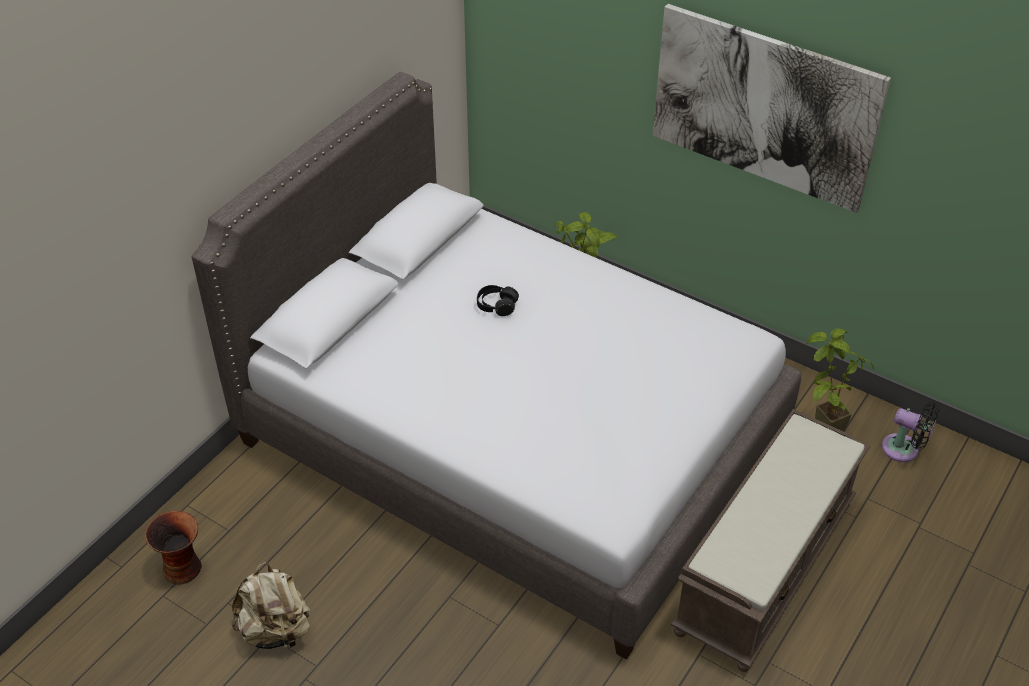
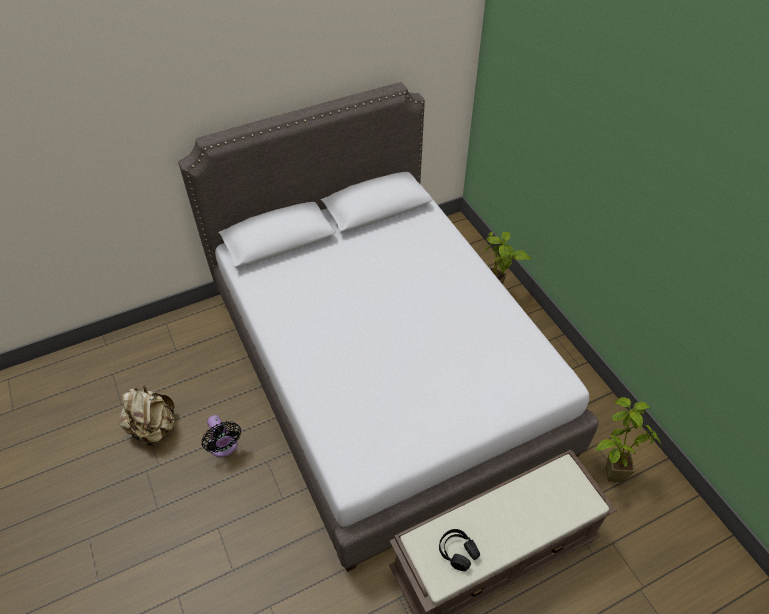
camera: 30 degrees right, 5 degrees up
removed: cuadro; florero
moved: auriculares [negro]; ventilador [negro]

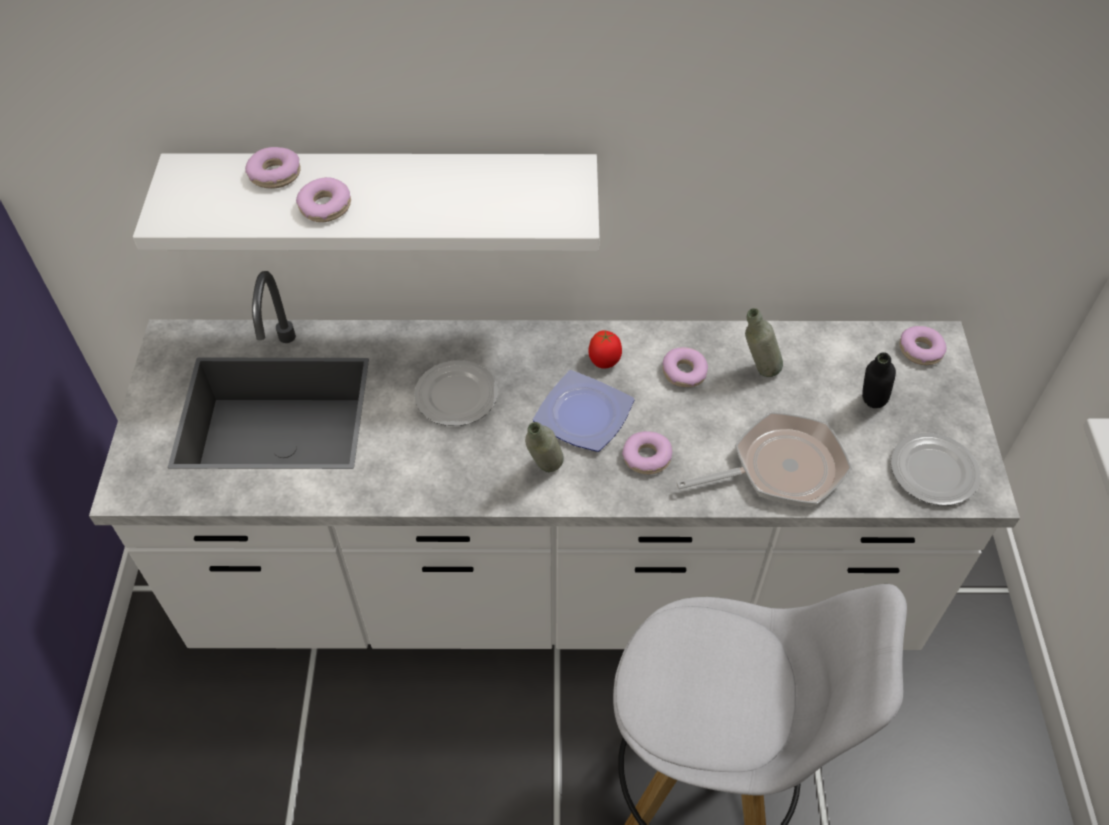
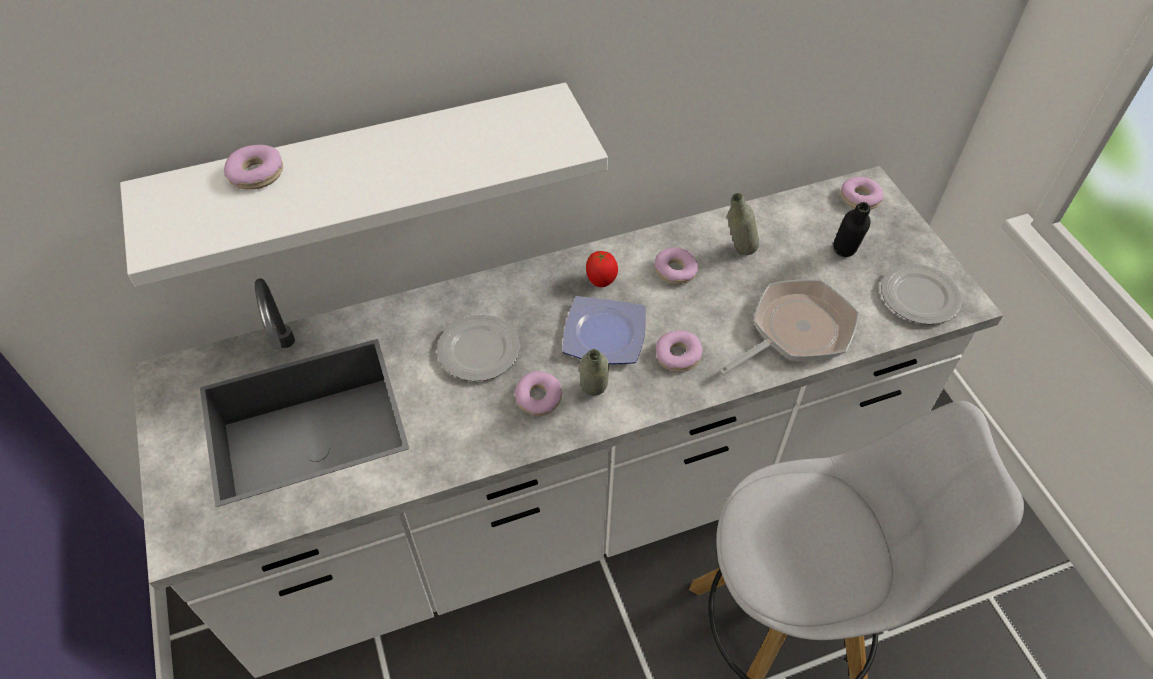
camera: 20 degrees left, 0 degrees up
moved: rosquilla (2nd from left)

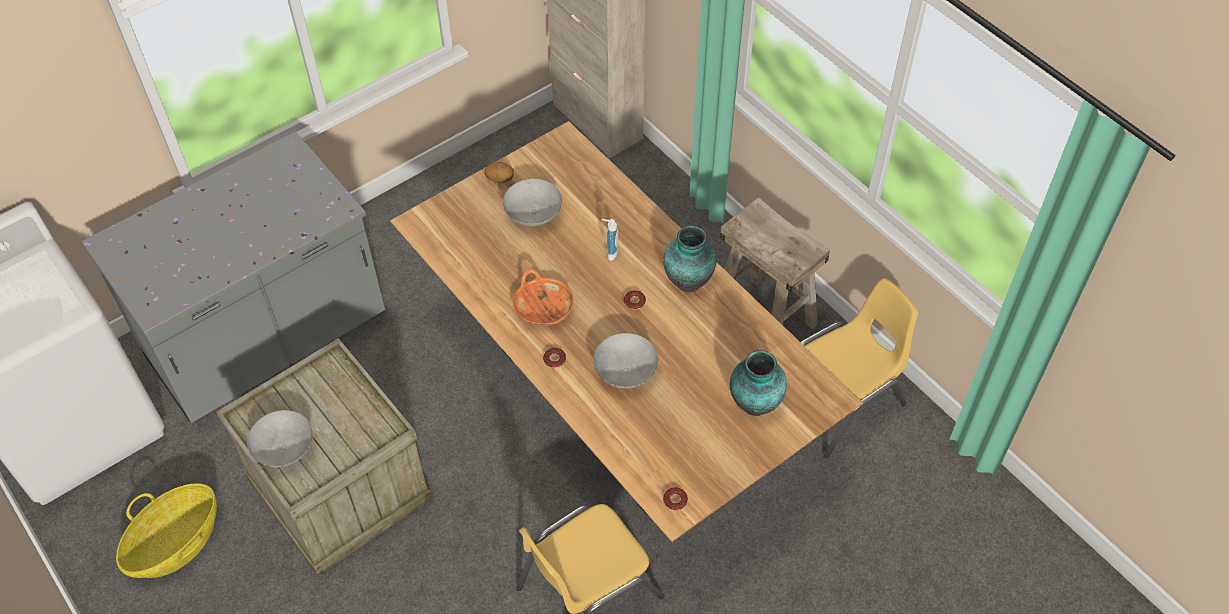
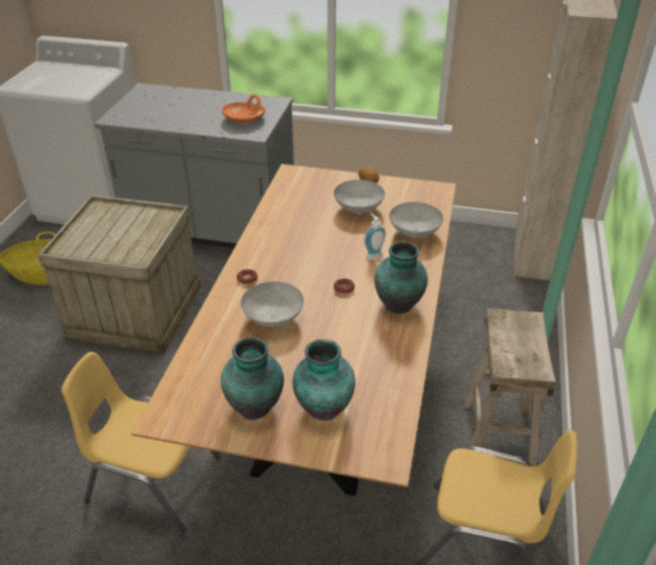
camera: 50 degrees right, 15 degrees down
removed: rosquilla (3rd from left)
added: florero (1st from left)
moved: cuenco [naranja]; cuenco [gris] (1st from left in the first image) to cuenco [gris] (3rd from left)

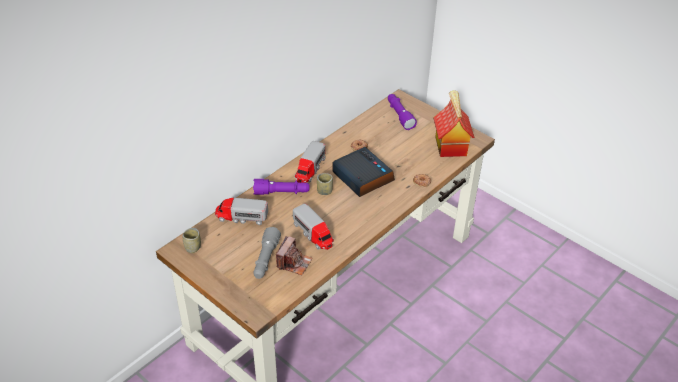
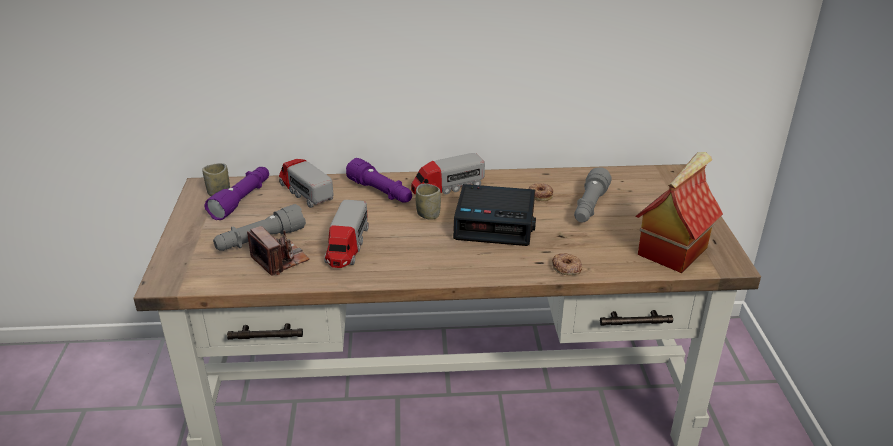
camera: 45 degrees right, 10 degrees down
added: linterna [gris] (2nd from left)
moved: linterna [morado] (2nd from left in the first image) to linterna [morado] (1st from left)
turned: despertador 90 degrees clockwise; cámara 105 degrees counterclockwise

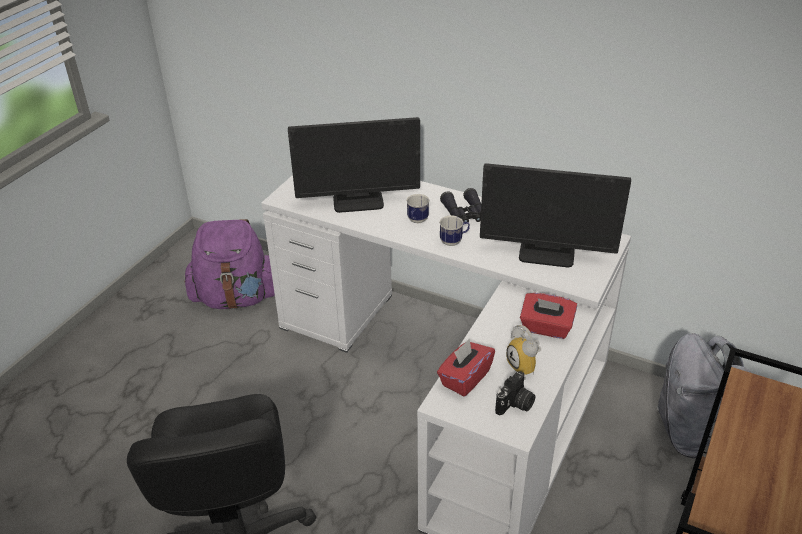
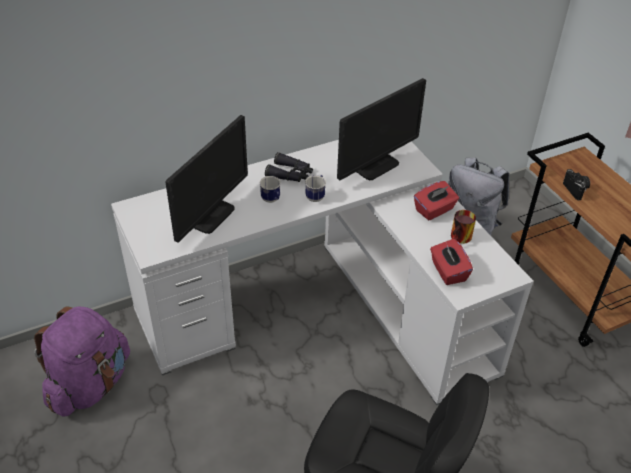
camera: 55 degrees left, 5 degrees up
moved: cámara
replaced: despertador to taza grande (3rd from left)

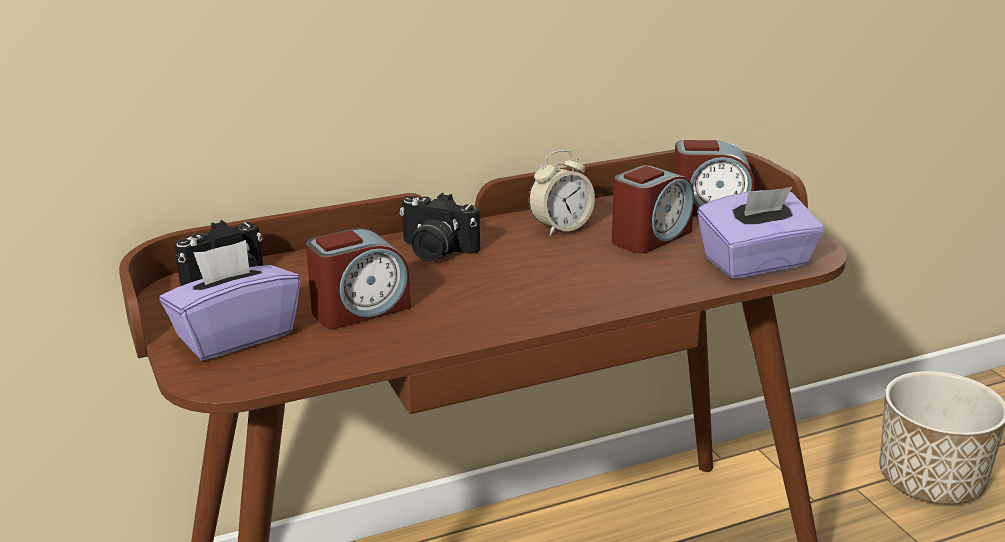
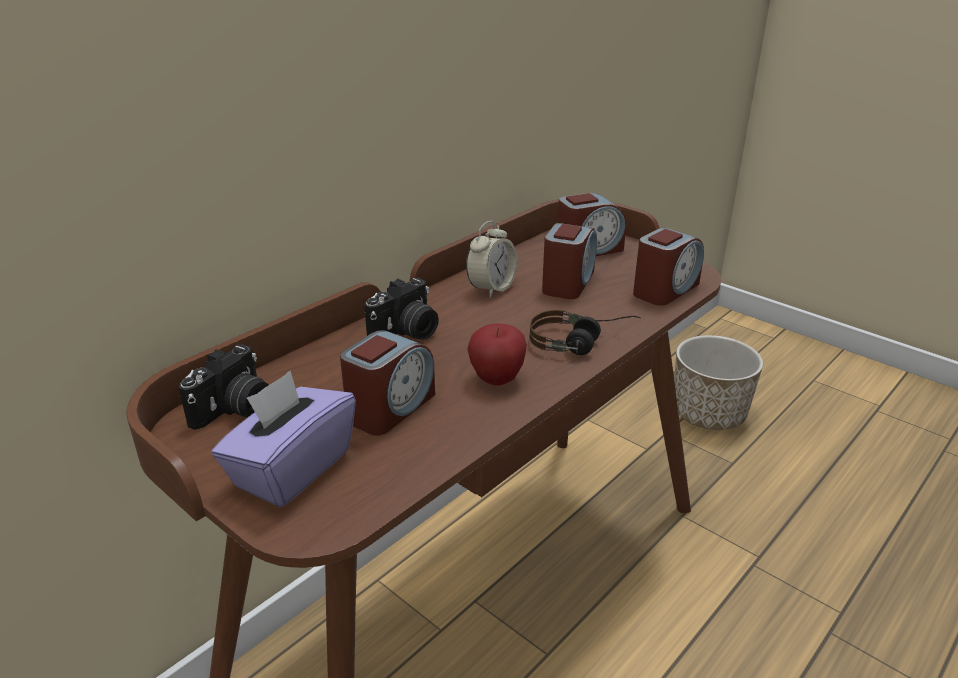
camera: 25 degrees left, 5 degrees up
added: auriculares; manzana
replaced: caja de pañuelos [morado] (2nd from left) to despertador (5th from left)
turned: cámara (2nd from left) 45 degrees counterclockwise

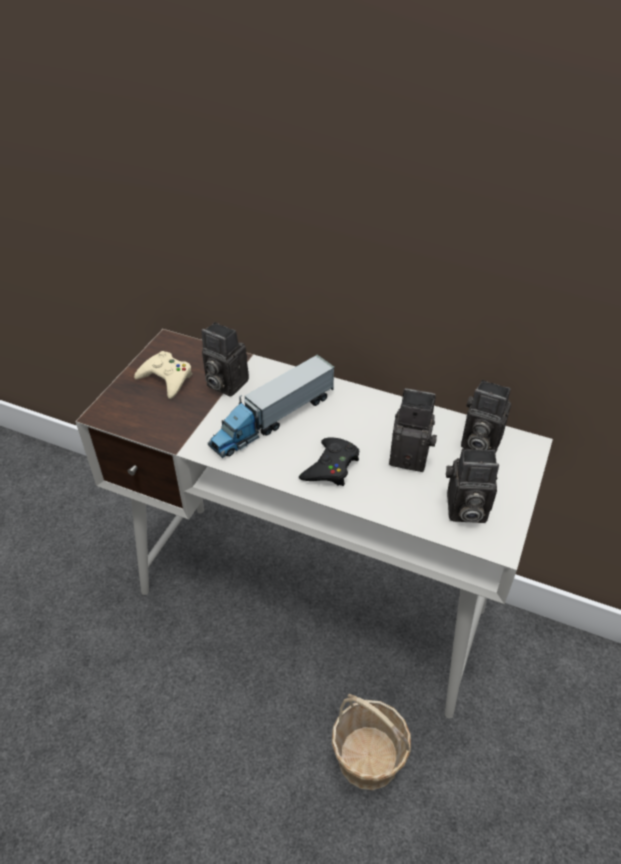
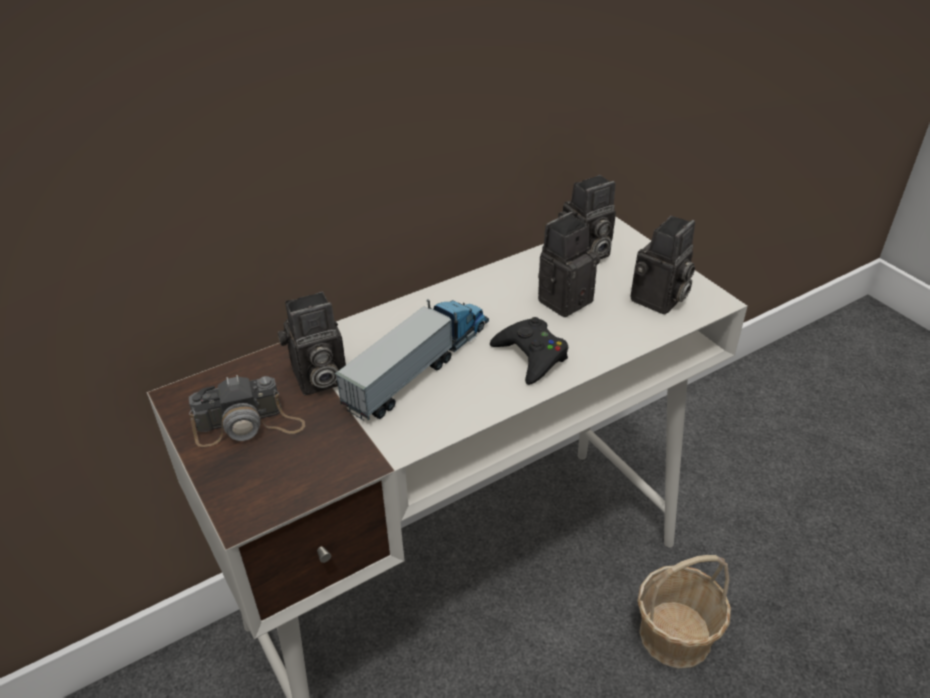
camera: 55 degrees left, 5 degrees down
replaced: mando de consola [beis] to cámara (1st from left)
turned: camión de juguete 135 degrees counterclockwise

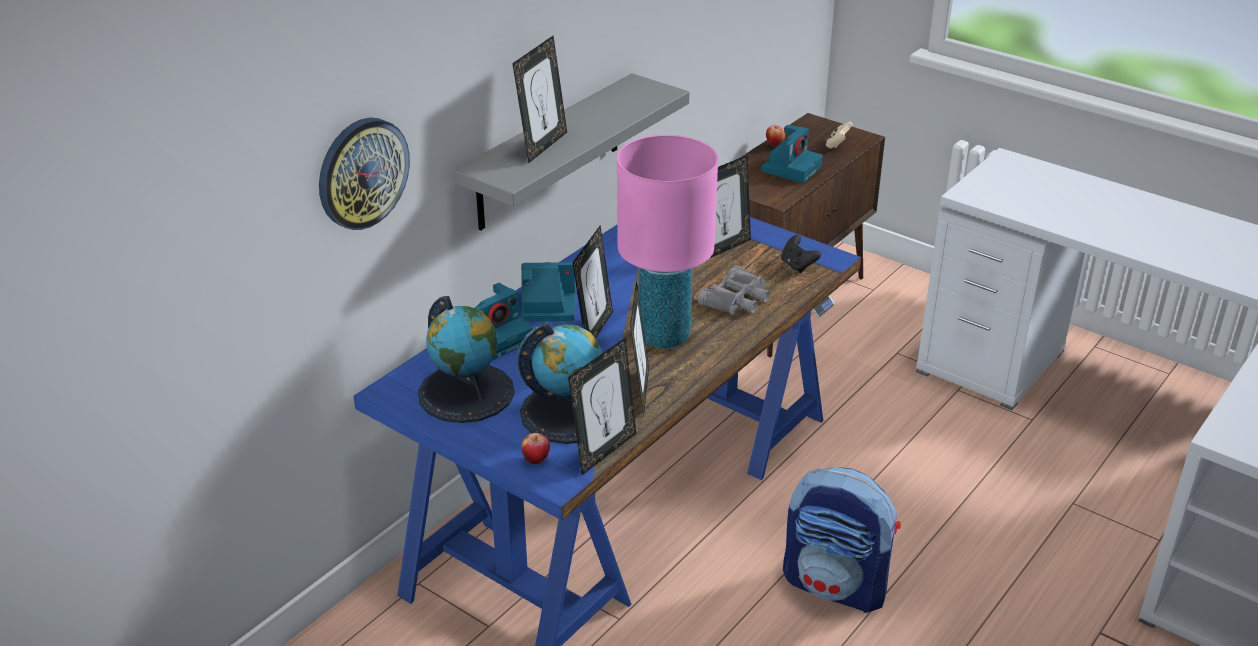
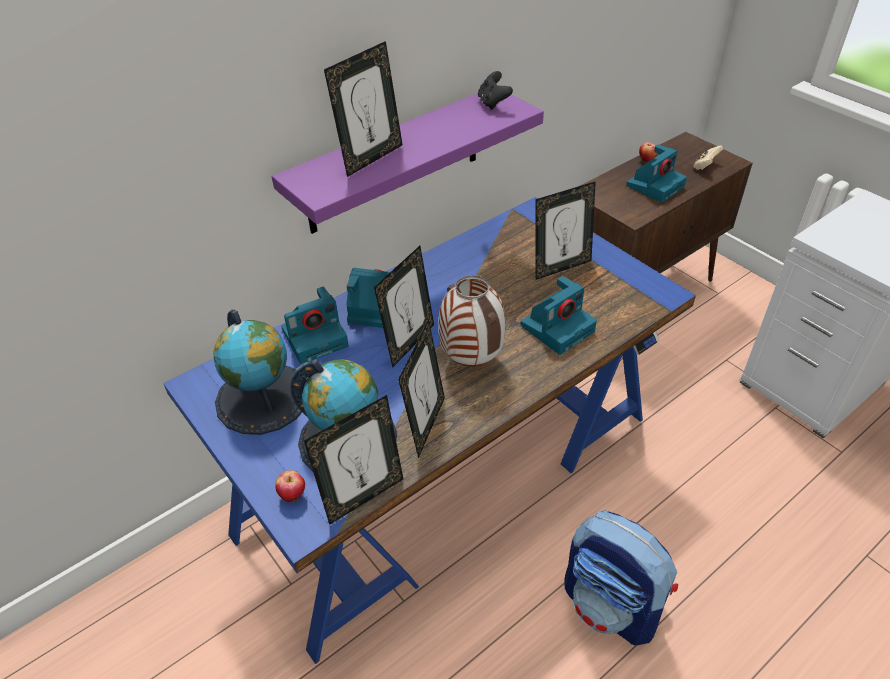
camera: 15 degrees right, 10 degrees up
removed: reloj de pared
moved: mando de consola [negro]
replaced: lámpara de mesa [rosa] to florero; prismáticos [gris] to cámara (3rd from left)
recoloured: estante [gris] to estante [morado]

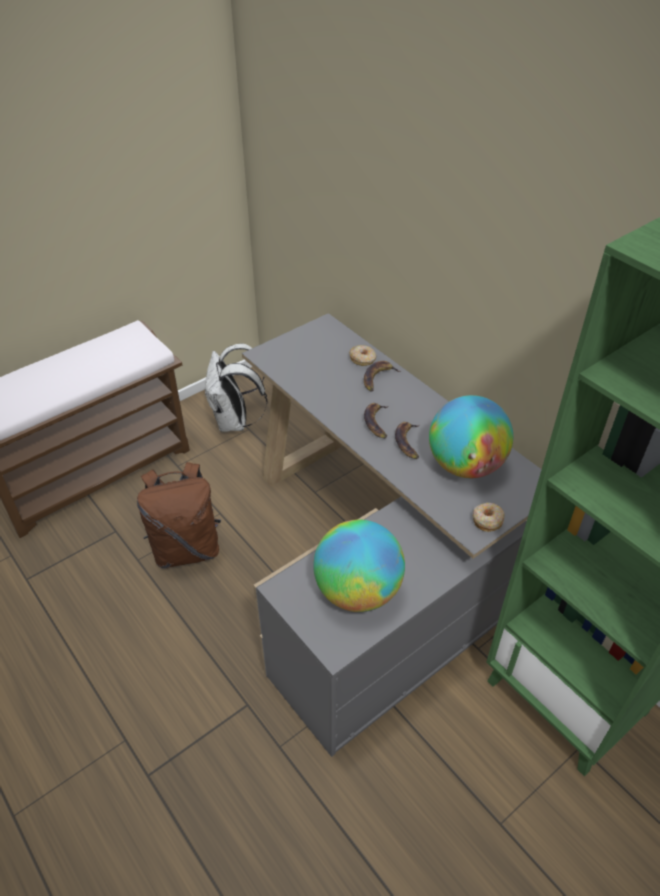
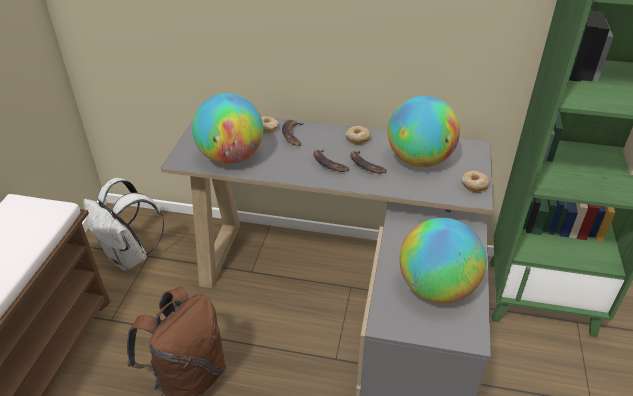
camera: 40 degrees left, 5 degrees down
added: globo terráqueo (1st from left); rosquilla (2nd from left)

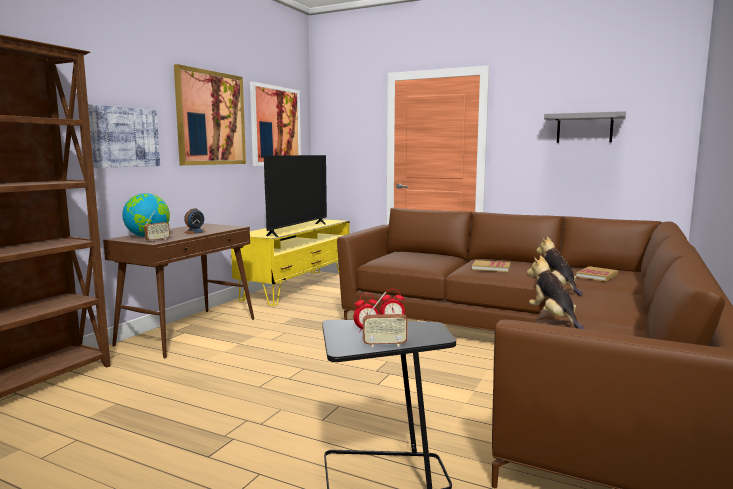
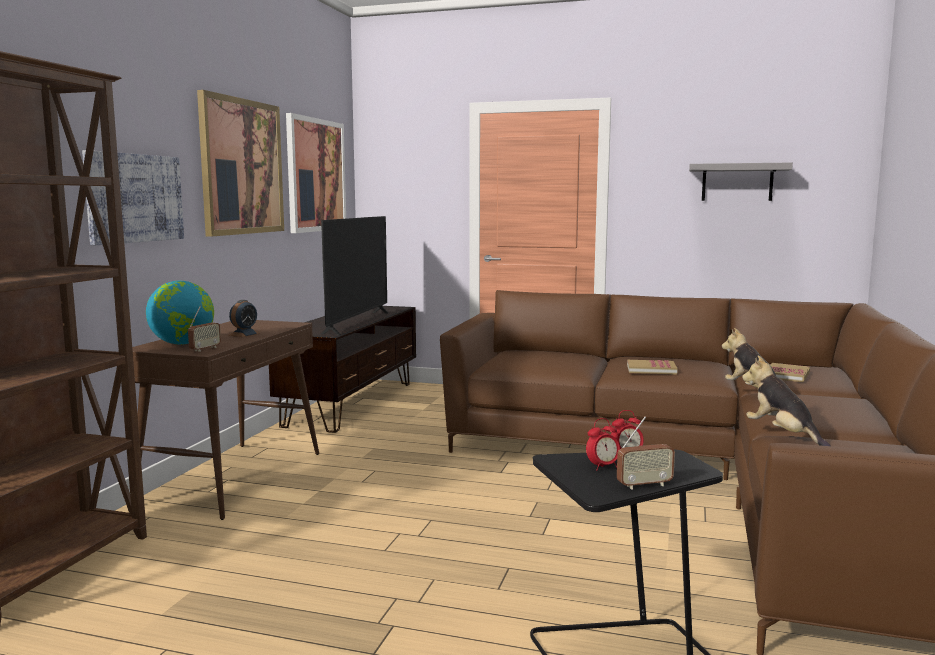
camera: 10 degrees left, 0 degrees up
recoloured: mueble de televisión [amarillo] to mueble de televisión [marrón]

